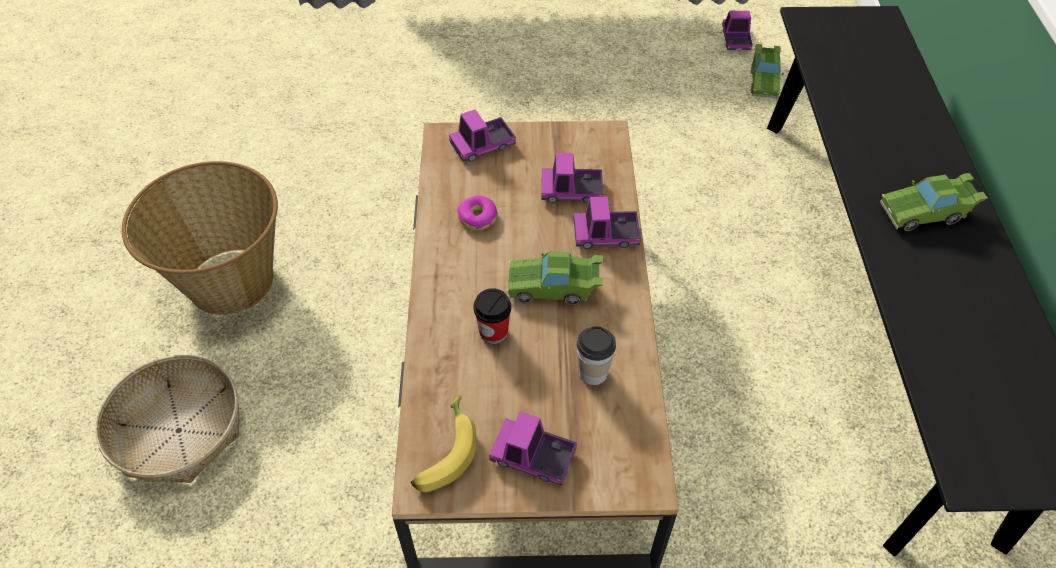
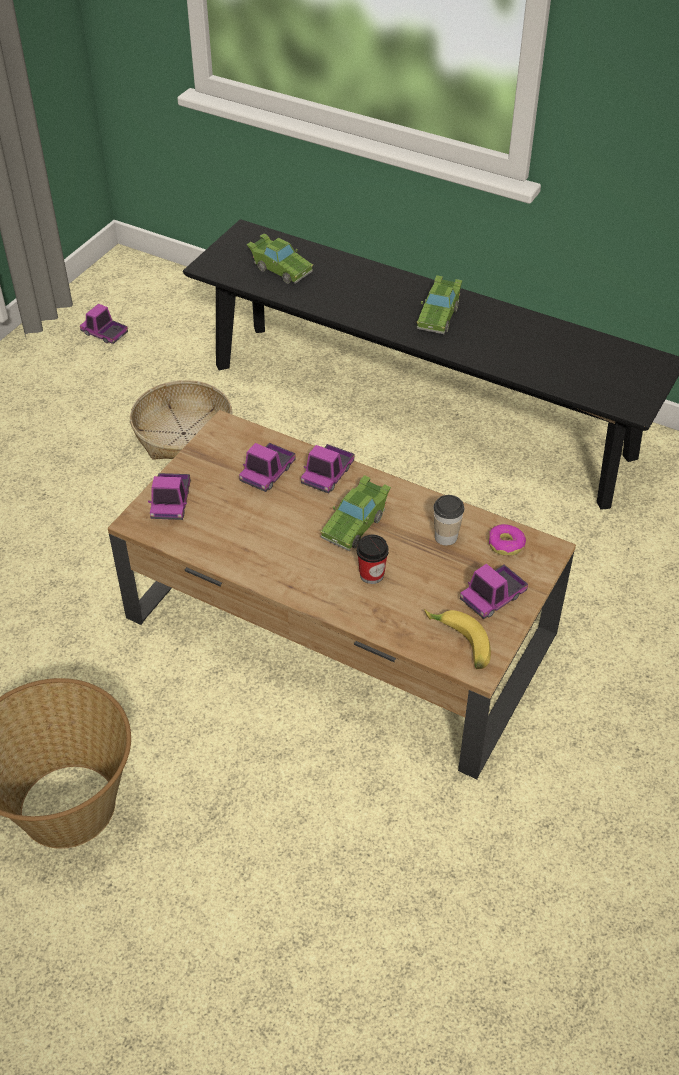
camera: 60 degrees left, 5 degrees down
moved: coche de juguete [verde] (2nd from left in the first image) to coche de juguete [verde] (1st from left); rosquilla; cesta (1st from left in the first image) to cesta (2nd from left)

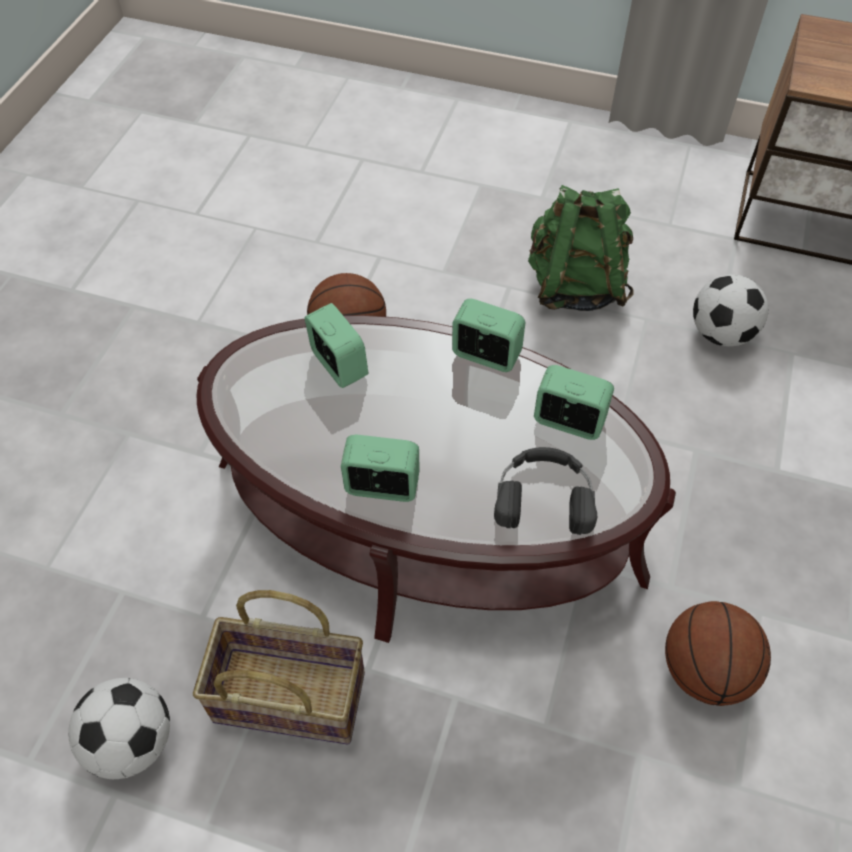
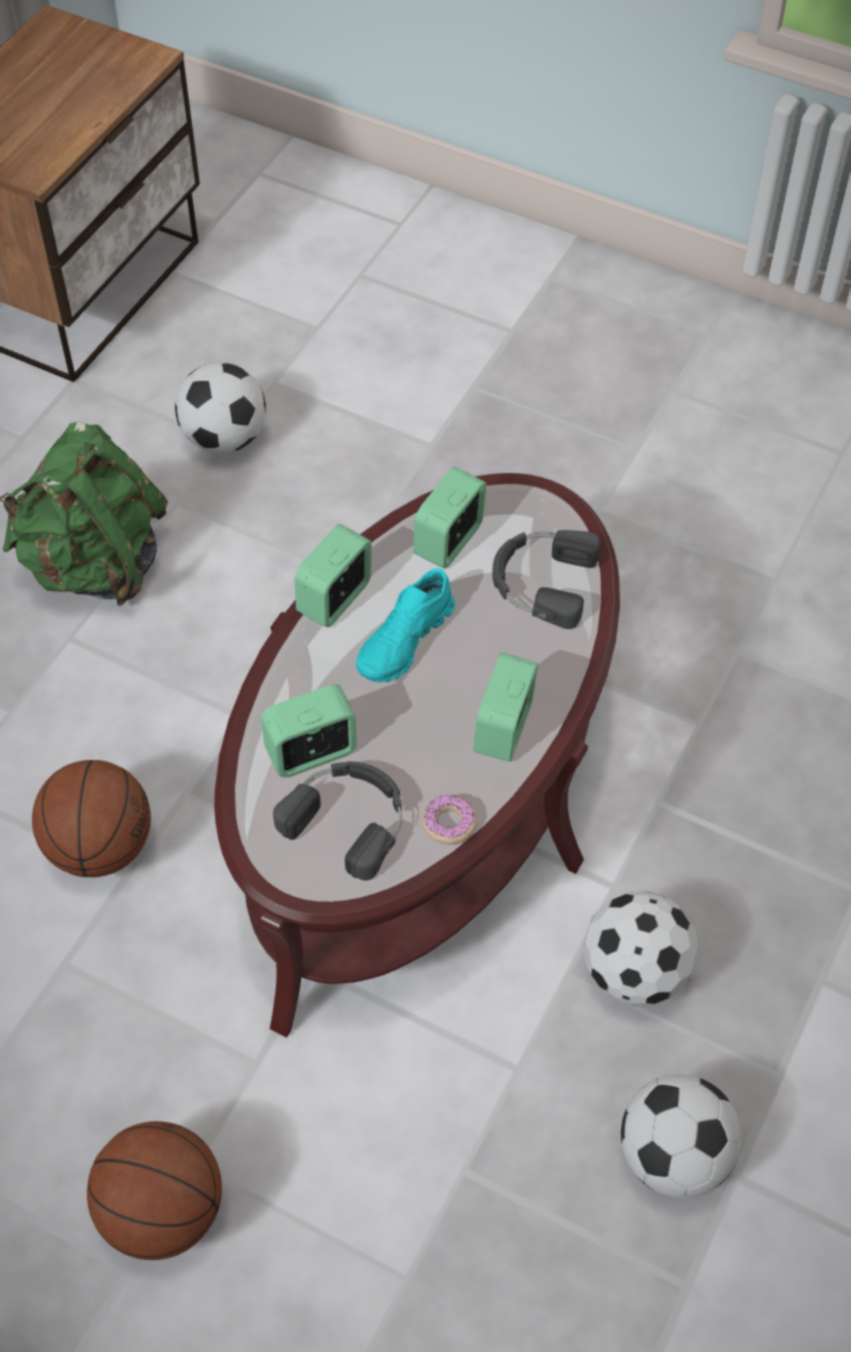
camera: 80 degrees left, 0 degrees up
added: zapato [turquesa]; auriculares [negro] (1st from left); rosquilla
moved: balón de baloncesto (2nd from left)
replaced: cesta to balón de fútbol (2nd from left)

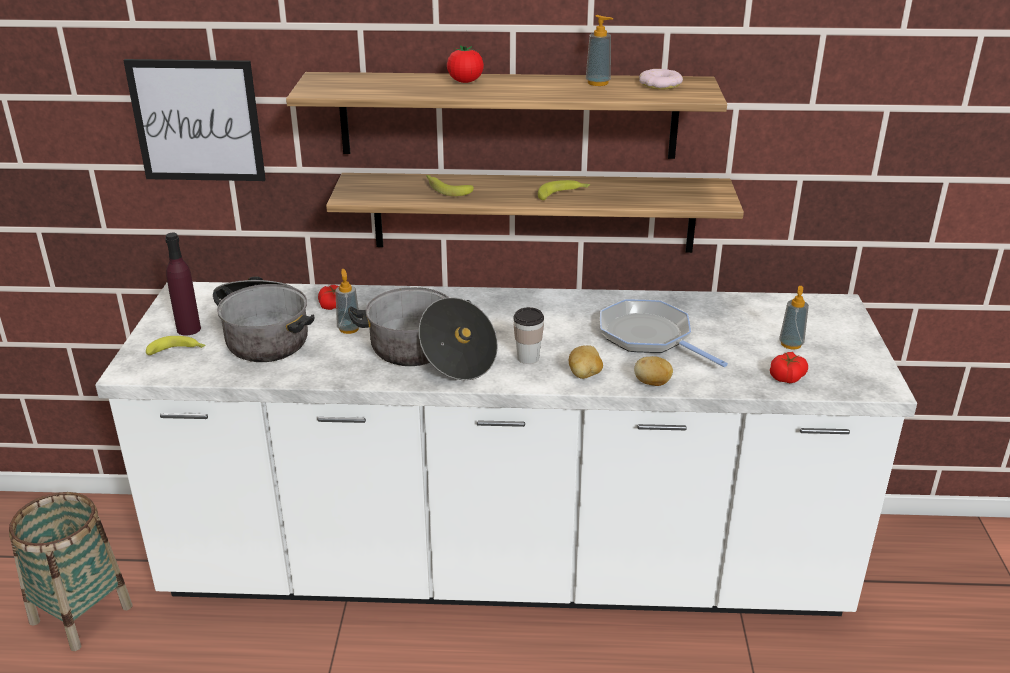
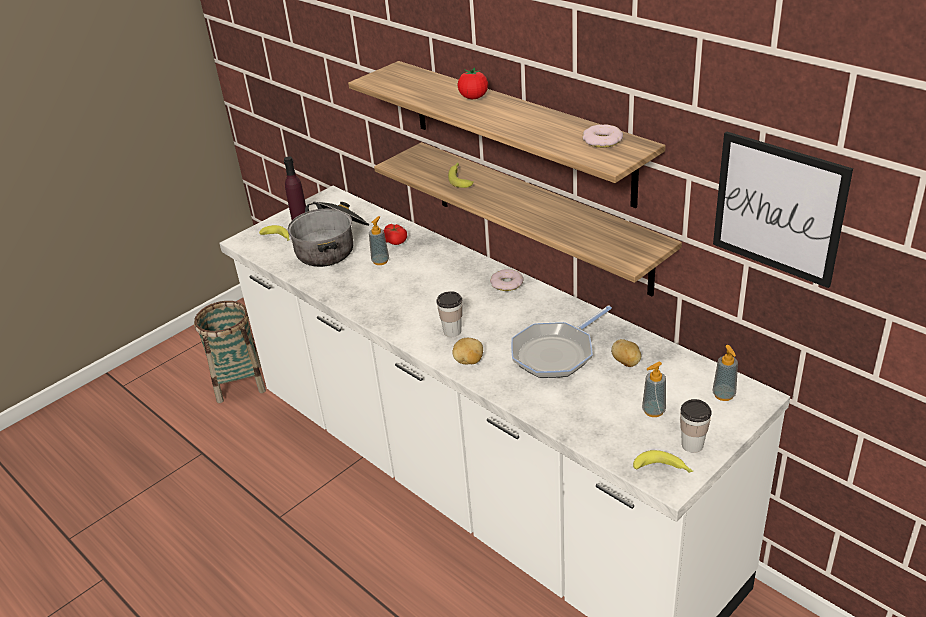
camera: 45 degrees right, 5 degrees up
removed: olla (2nd from left); tomate (3rd from left)
added: rosquilla (1st from left); taza (2nd from left)
moved: dispensador de jabón (2nd from left in the first image) to dispensador de jabón (3rd from left); cuadro; plátano (3rd from left); patata (2nd from left)
turned: sartén 135 degrees counterclockwise

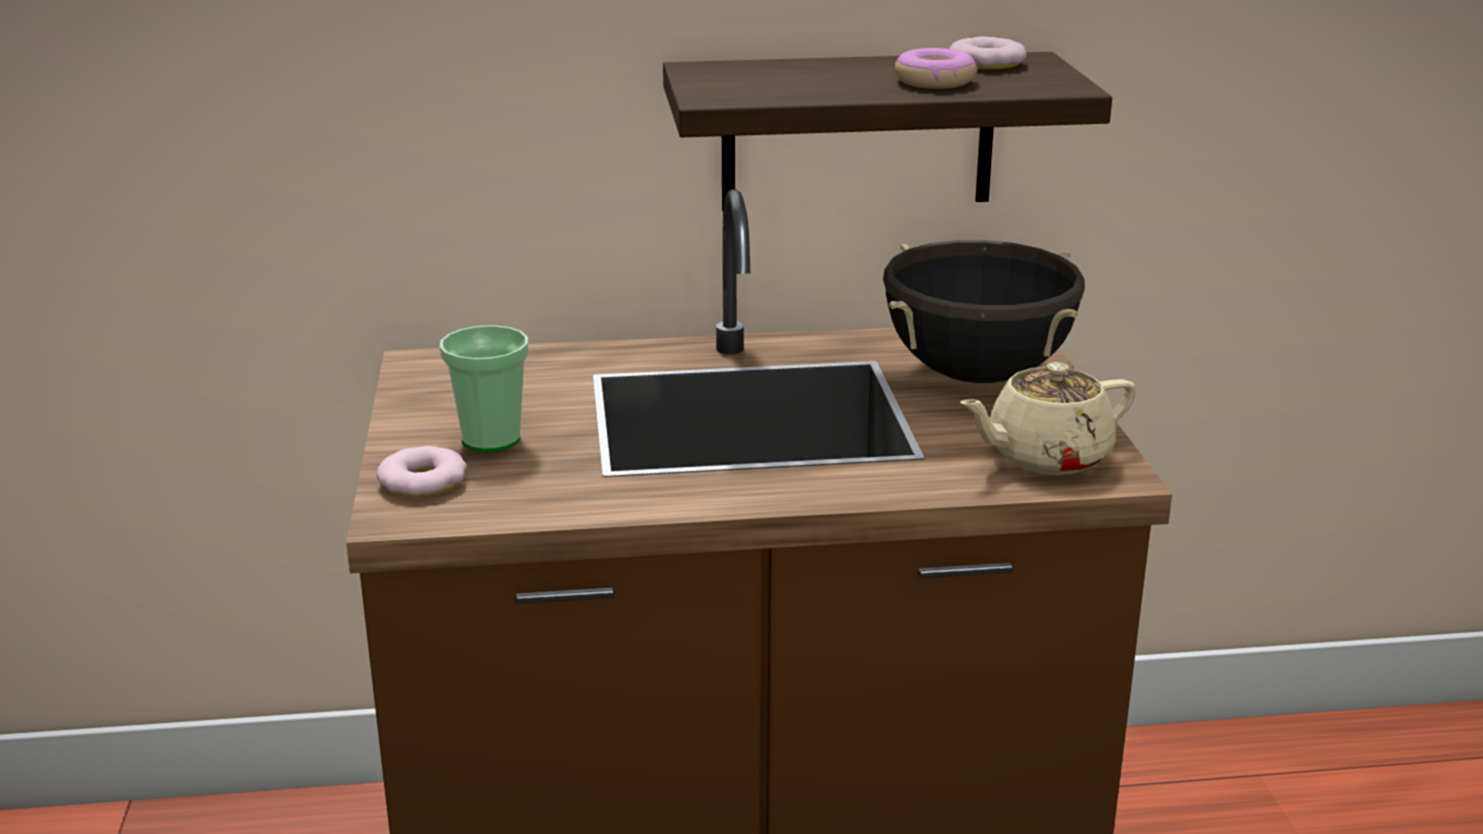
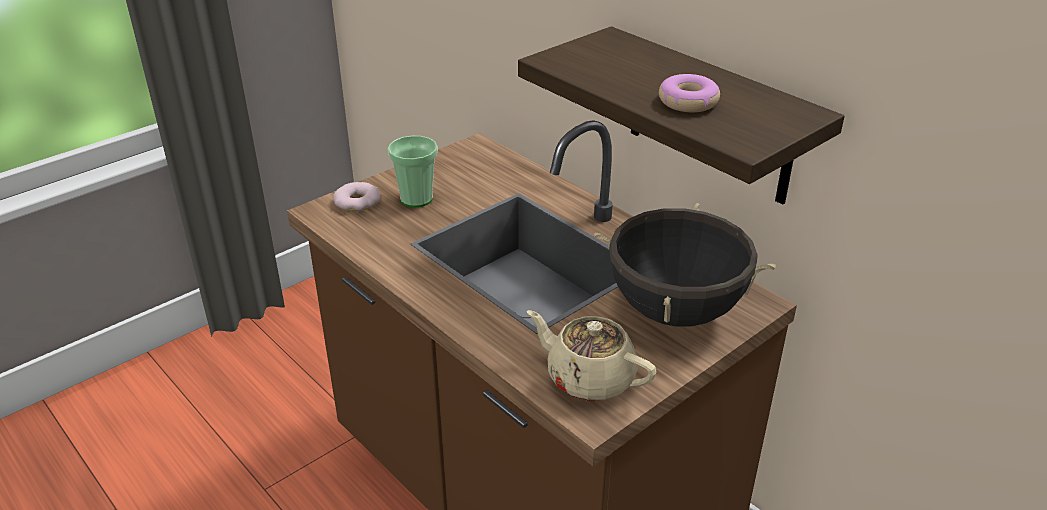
camera: 55 degrees right, 10 degrees up
removed: rosquilla (3rd from left)

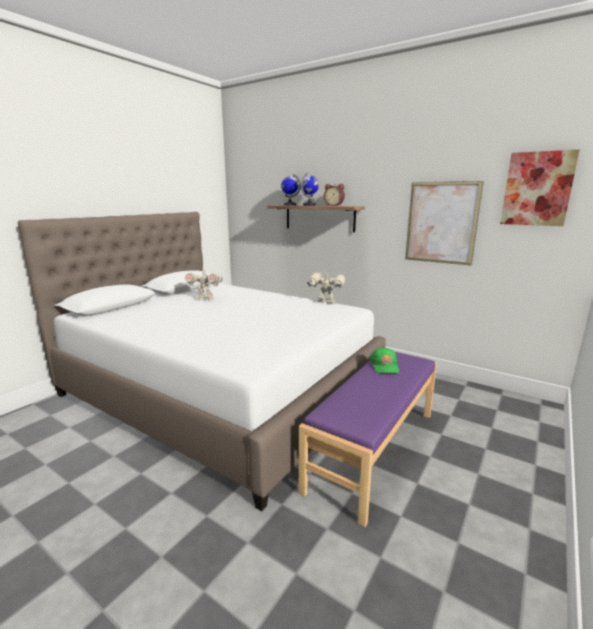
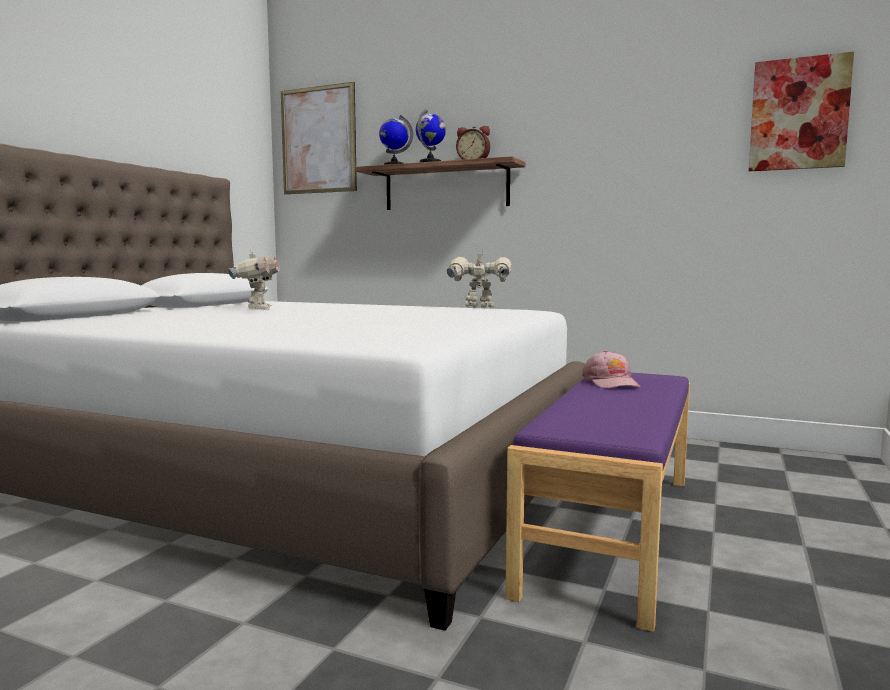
camera: 10 degrees left, 10 degrees down
moved: cuadro (1st from left)
recoloured: gorra [verde] to gorra [rosa]
turned: robot de juguete (1st from left) 90 degrees counterclockwise

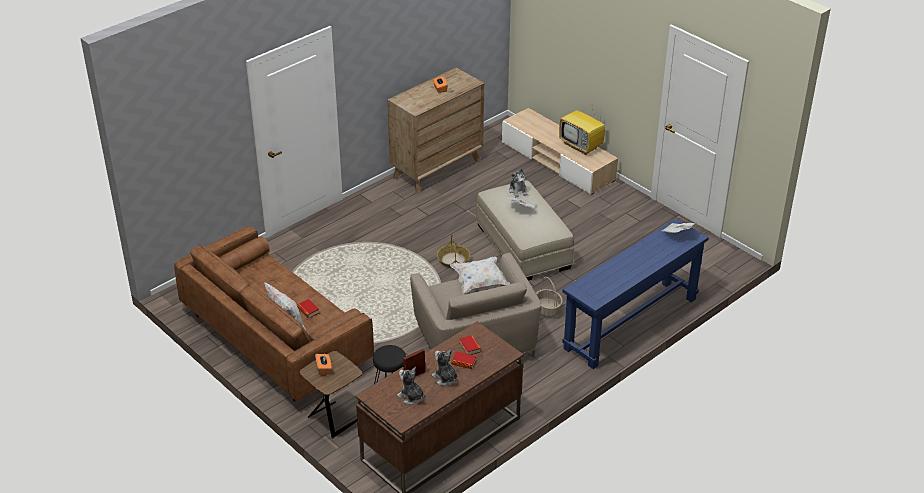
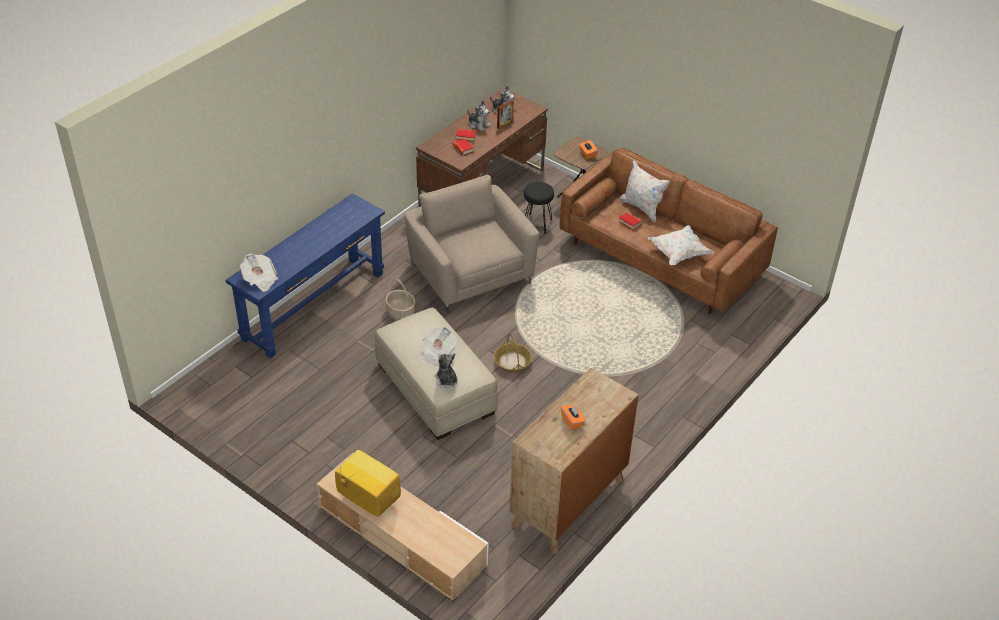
camera: 170 degrees right, 5 degrees up
moved: cojín [blanco] (2nd from left)

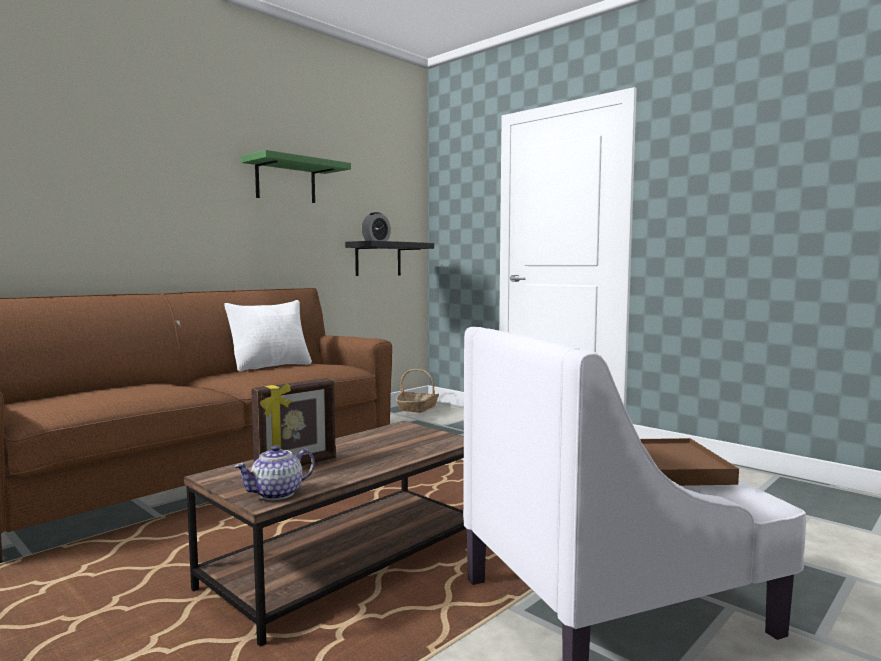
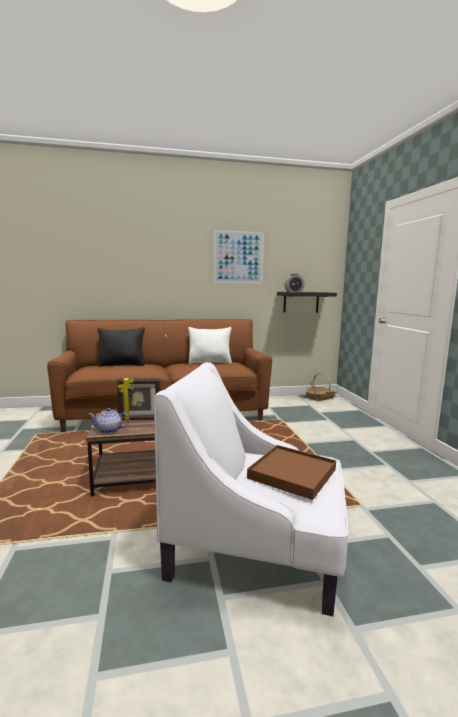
camera: 35 degrees right, 5 degrees up
added: cojín [negro]
replaced: estante [verde] to cuadro

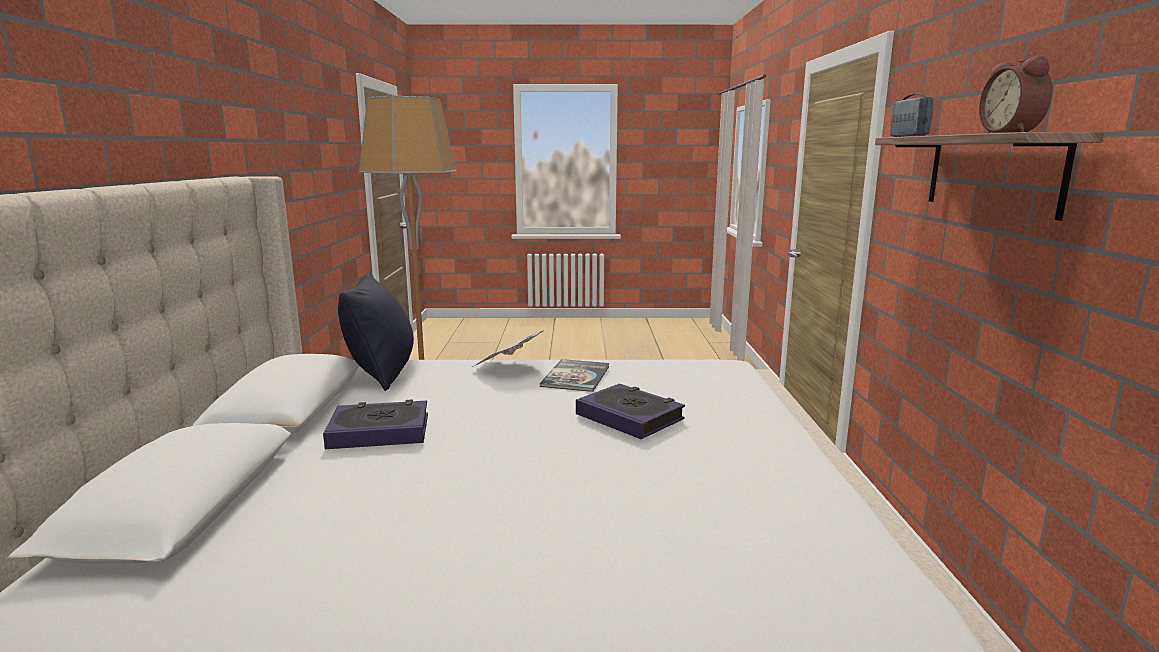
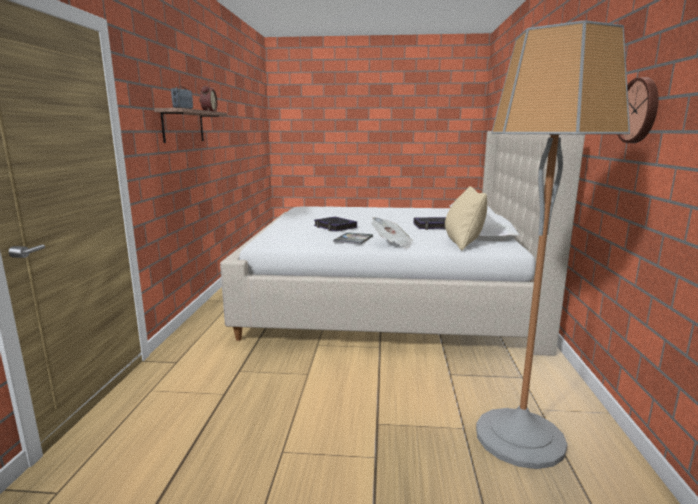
camera: 175 degrees left, 0 degrees up
added: reloj de pared
recoloured: cojín [negro] to cojín [beis]

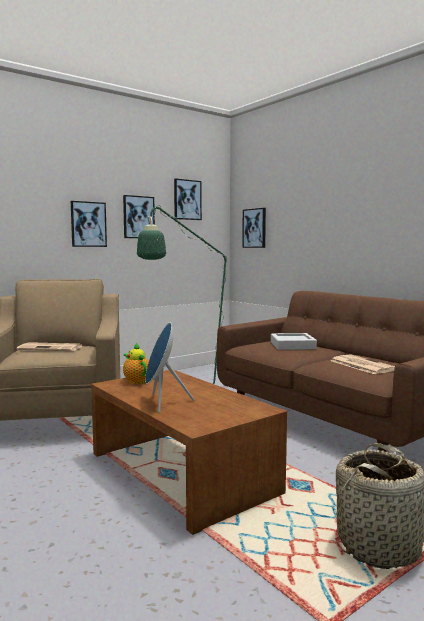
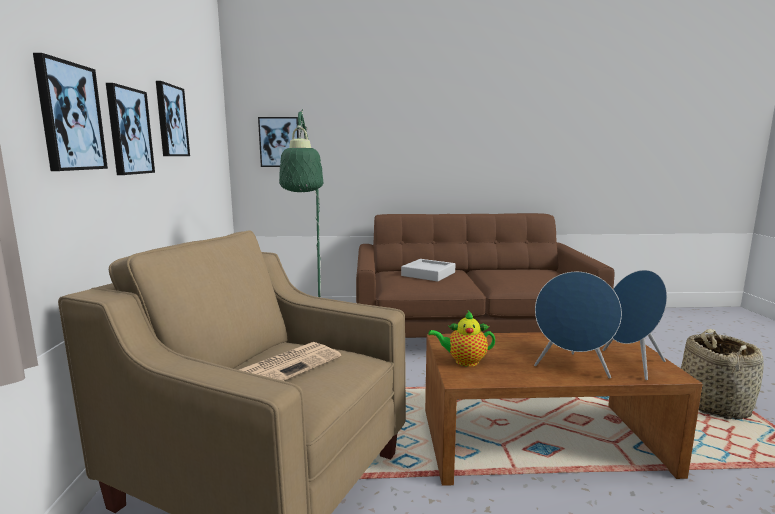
camera: 55 degrees left, 5 degrees up
removed: periódico (2nd from left)
added: altavoz [azul] (2nd from left)
moved: cuadro (3rd from left in the first image) to cuadro (1st from left)

